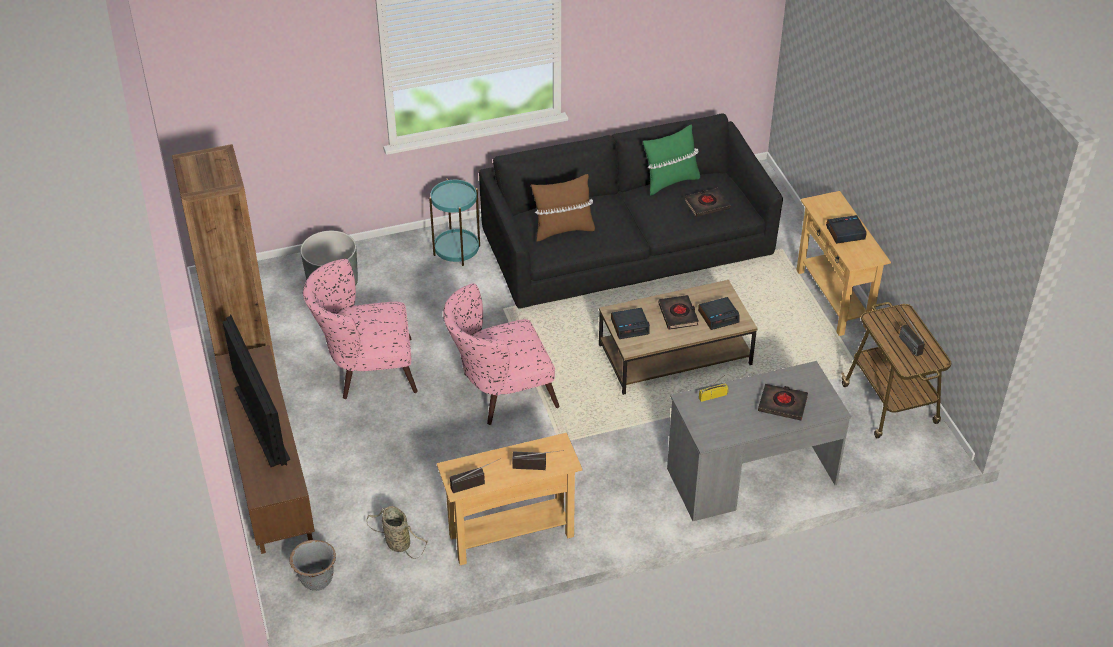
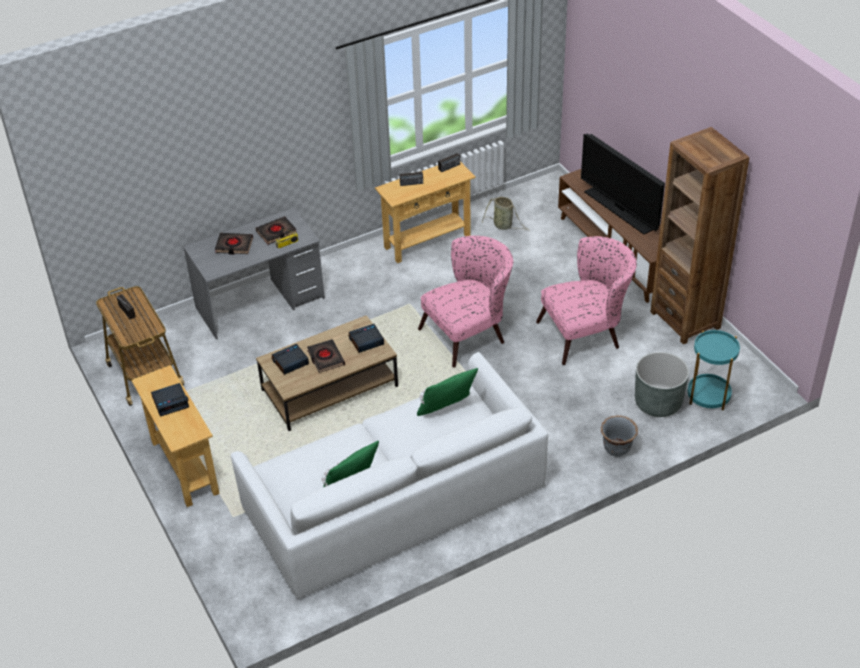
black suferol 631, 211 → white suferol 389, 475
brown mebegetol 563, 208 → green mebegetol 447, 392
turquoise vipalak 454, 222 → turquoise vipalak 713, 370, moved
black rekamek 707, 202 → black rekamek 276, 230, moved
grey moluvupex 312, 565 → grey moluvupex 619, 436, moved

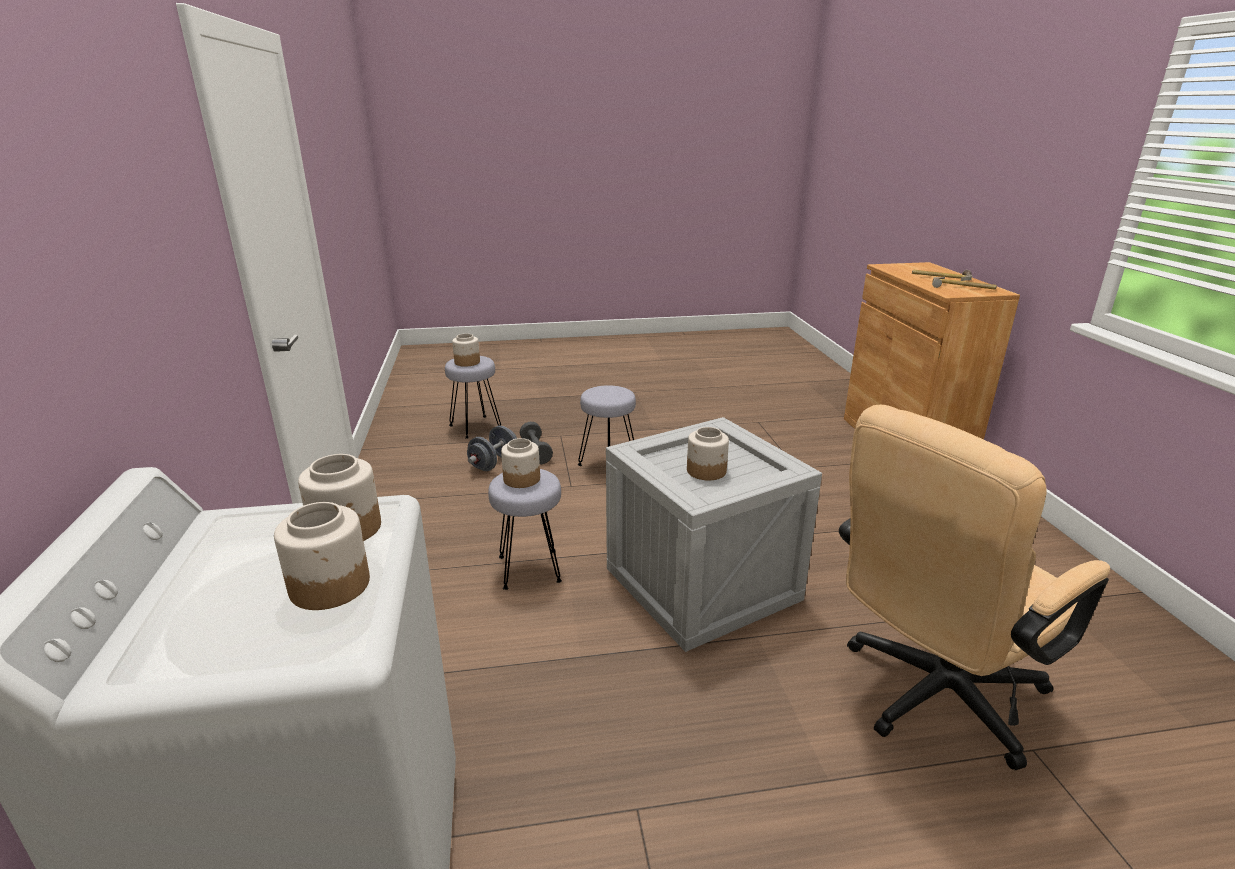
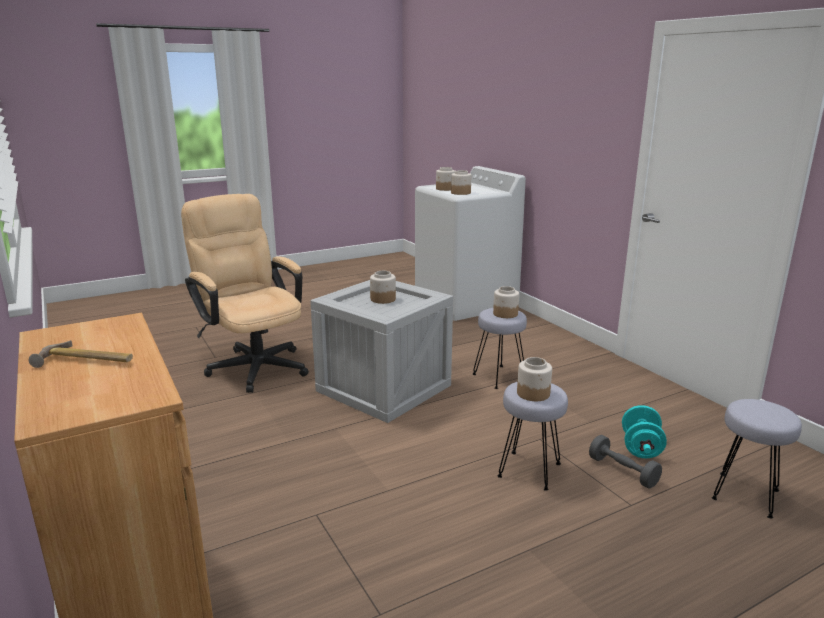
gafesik 964, 283 → -
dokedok 466, 350 → dokedok 534, 379, moved
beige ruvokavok 974, 587 → beige ruvokavok 245, 293, 75 degrees counterclockwise
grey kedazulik 492, 448 → turquoise kedazulik 644, 431

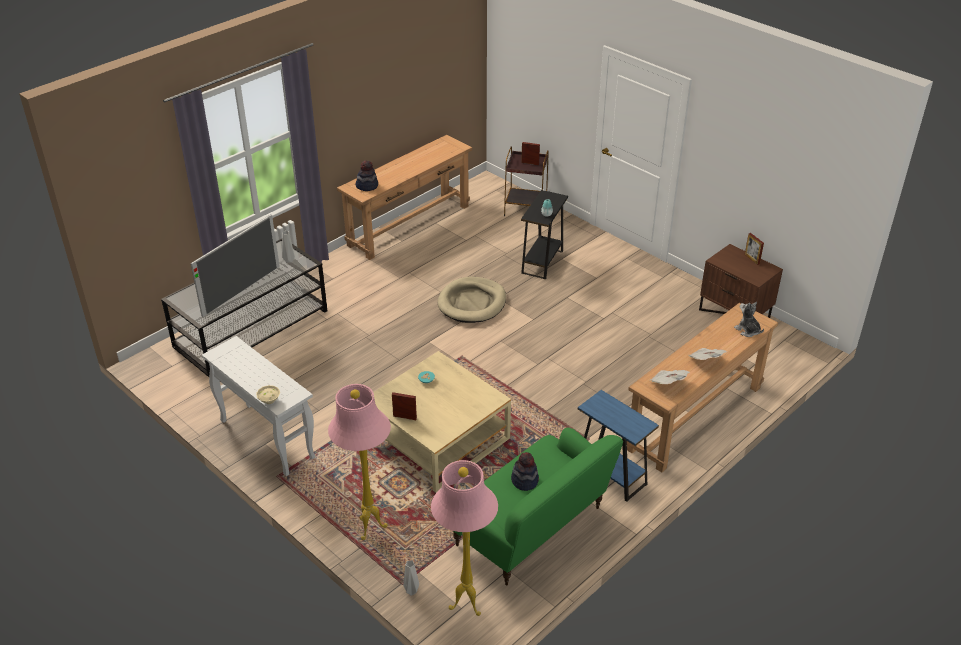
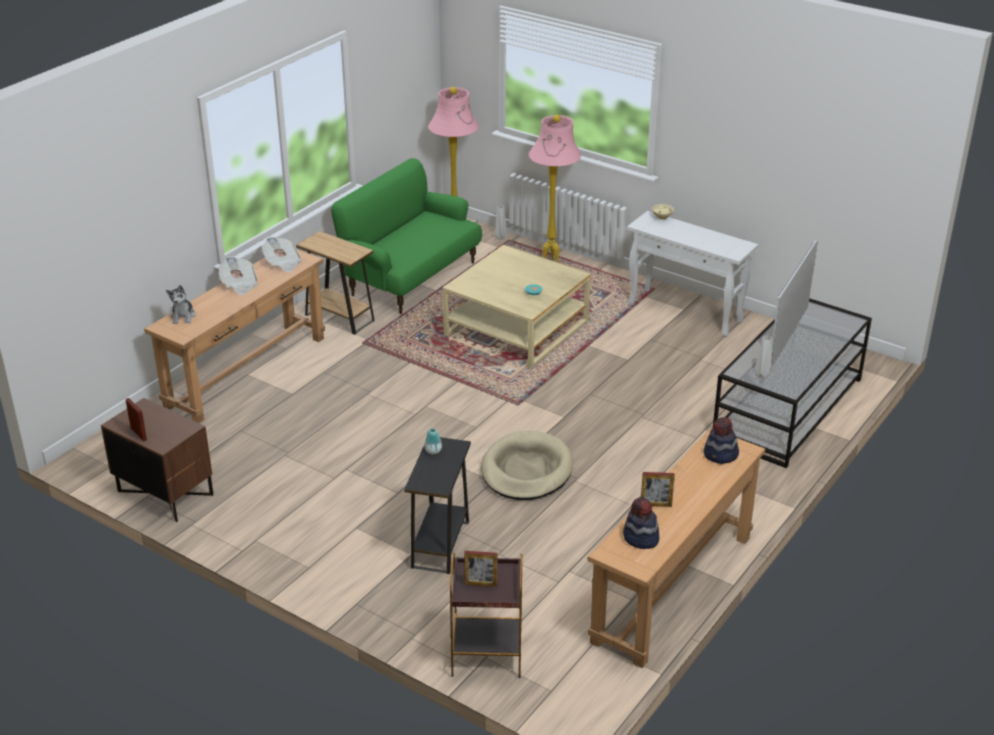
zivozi 749, 319 → zivozi 181, 304, 45 degrees clockwise
blue vipalak 618, 446 → brown vipalak 335, 283
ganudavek 404, 406 → ganudavek 658, 489, moved
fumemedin 525, 471 → fumemedin 641, 523, moved

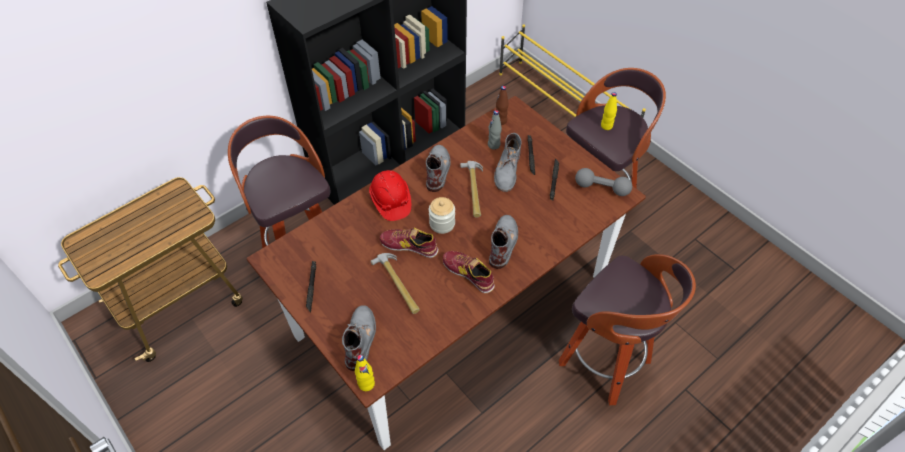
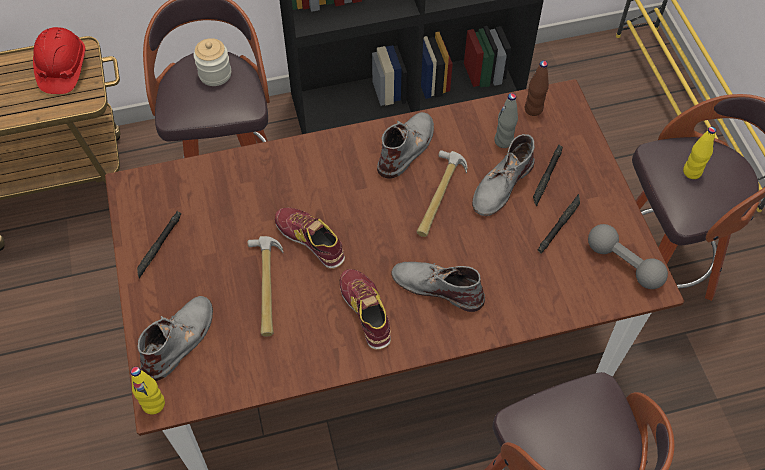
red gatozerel 390, 195 → red gatozerel 59, 60, moved
dokedok 442, 215 → dokedok 212, 62, moved
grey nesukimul 503, 242 → grey nesukimul 438, 287, 105 degrees counterclockwise

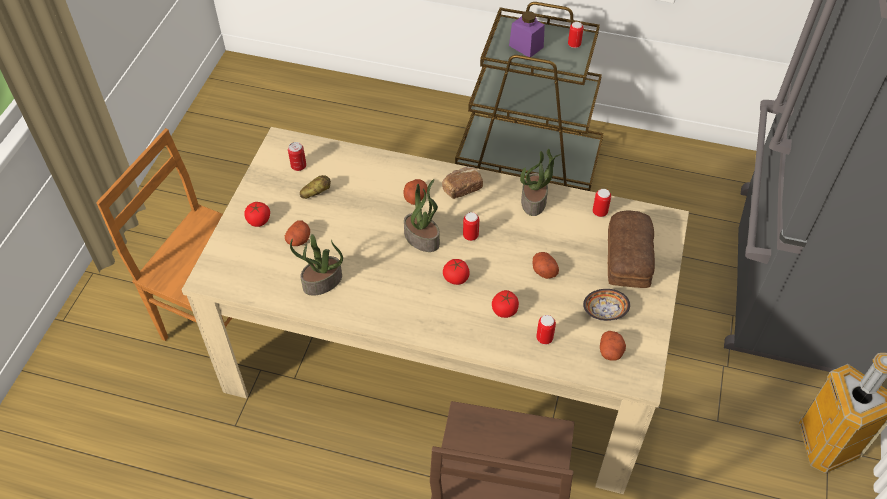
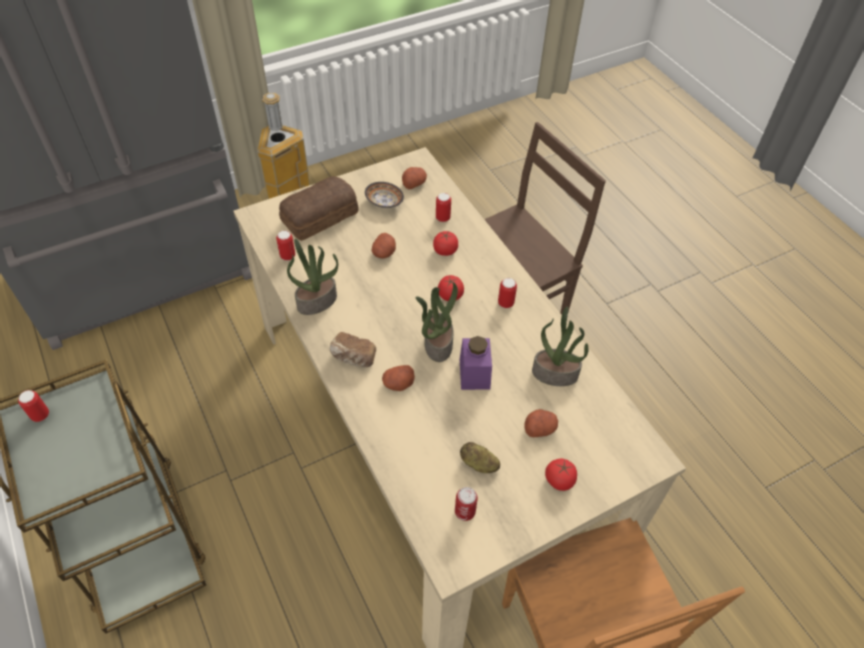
purple dokedok 527, 34 → purple dokedok 476, 363, moved
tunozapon 471, 226 → tunozapon 507, 293, moved

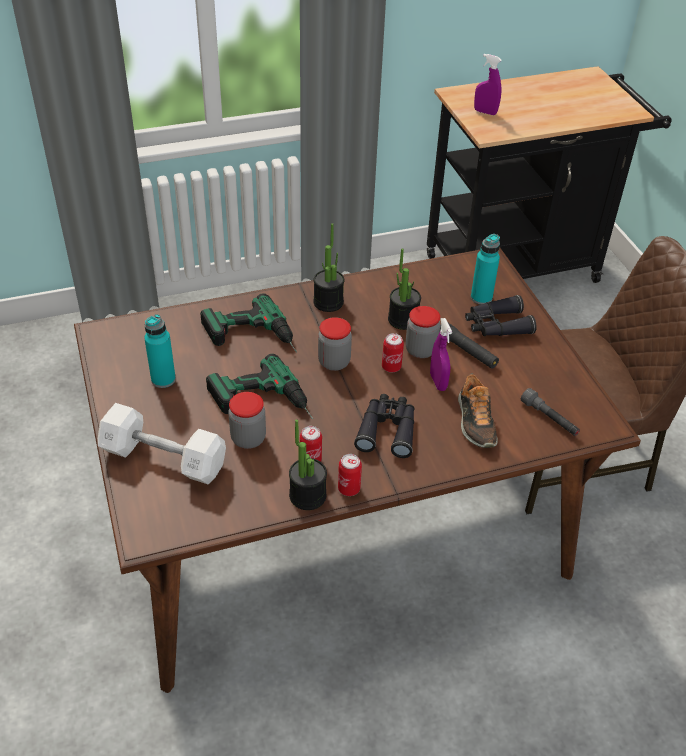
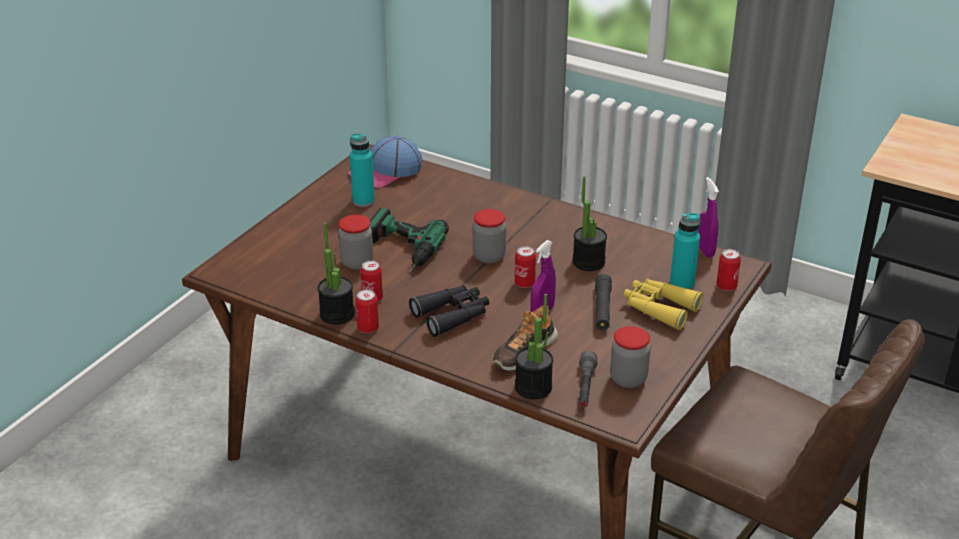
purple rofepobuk 488, 84 → purple rofepobuk 708, 217, moved
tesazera 328, 267 → tesazera 534, 346, moved
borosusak 248, 322 → -
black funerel 501, 315 → yellow funerel 663, 304
dokedok 423, 332 → dokedok 630, 357, moved
white kedazulik 162, 443 → -
- → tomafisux 385, 162
- → tunozapon 728, 270

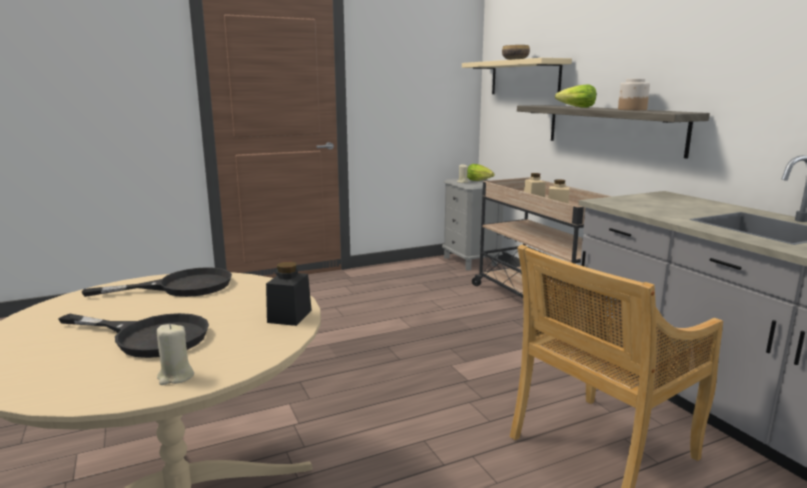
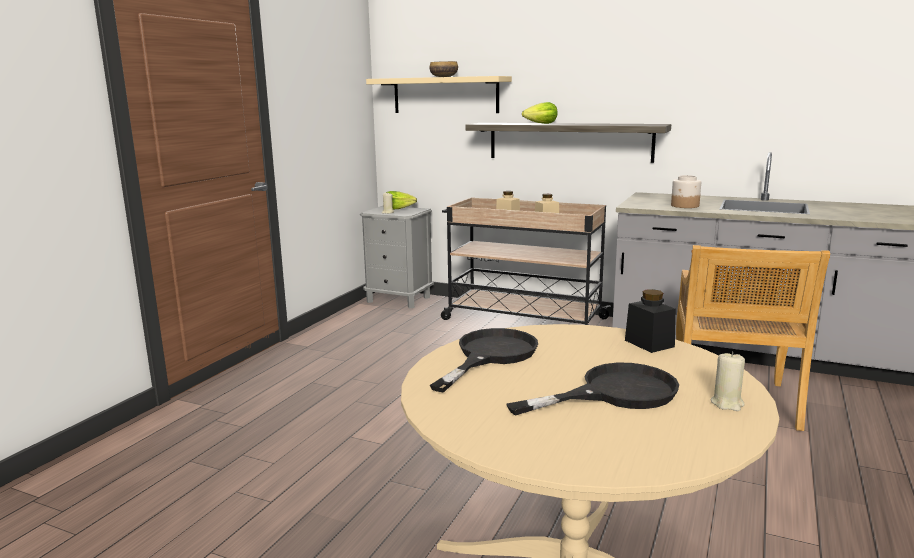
dokedok 634, 94 → dokedok 686, 191, moved

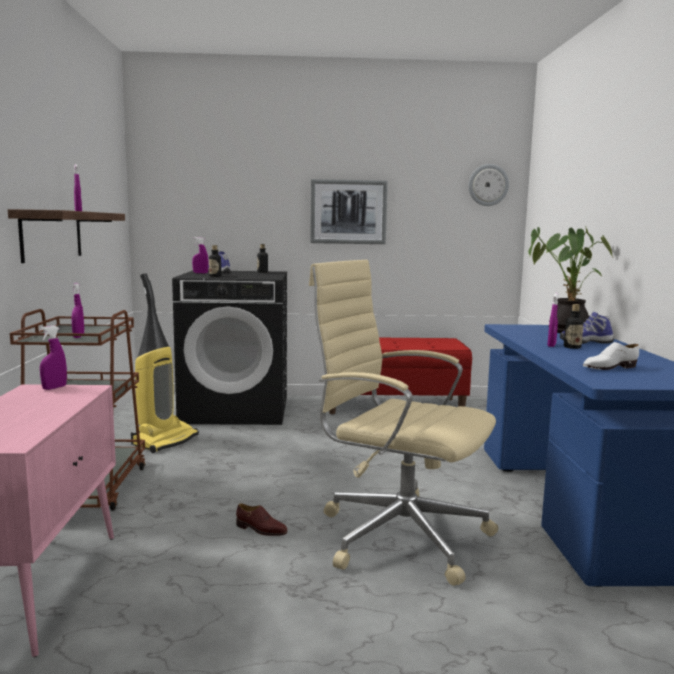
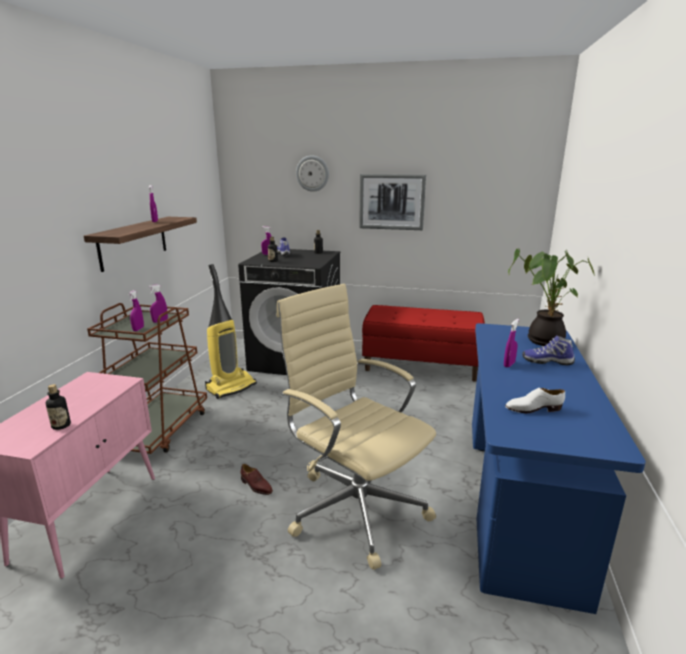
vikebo 488, 185 → vikebo 312, 173, moved
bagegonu 574, 326 → bagegonu 58, 407, moved
purple rofepobuk 53, 357 → purple rofepobuk 158, 303, moved

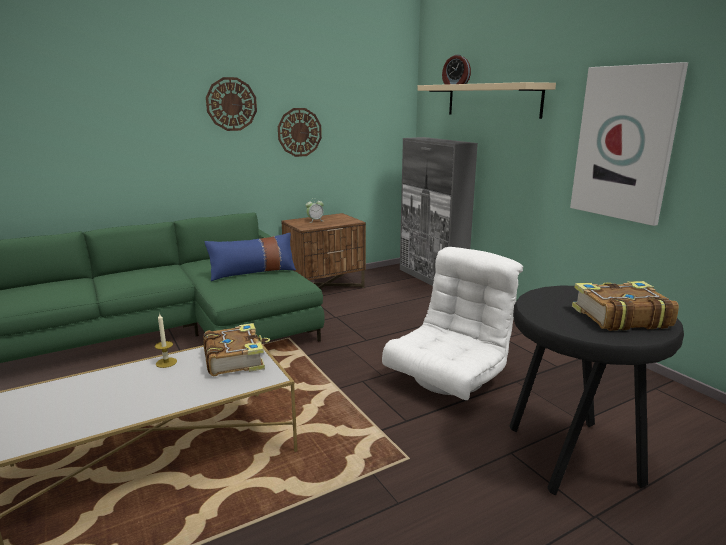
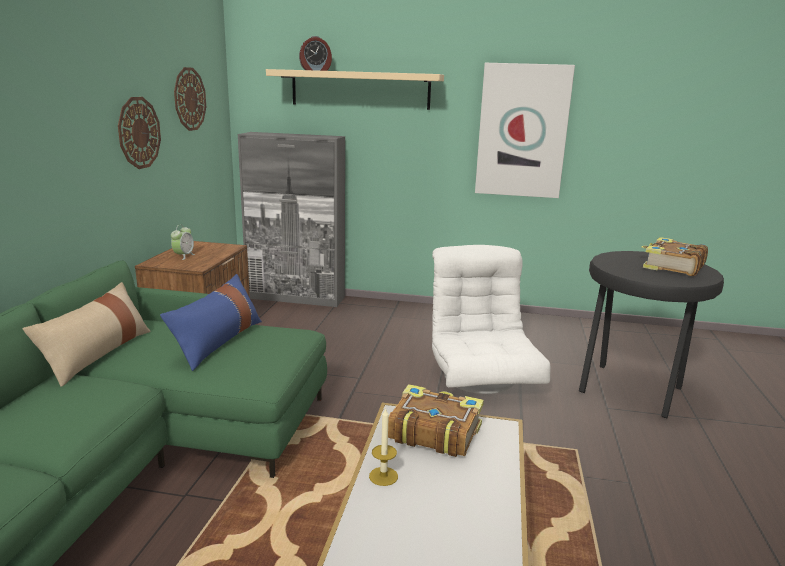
vikebo 231, 104 → vikebo 190, 99, moved
- → beige mebegetol 87, 334

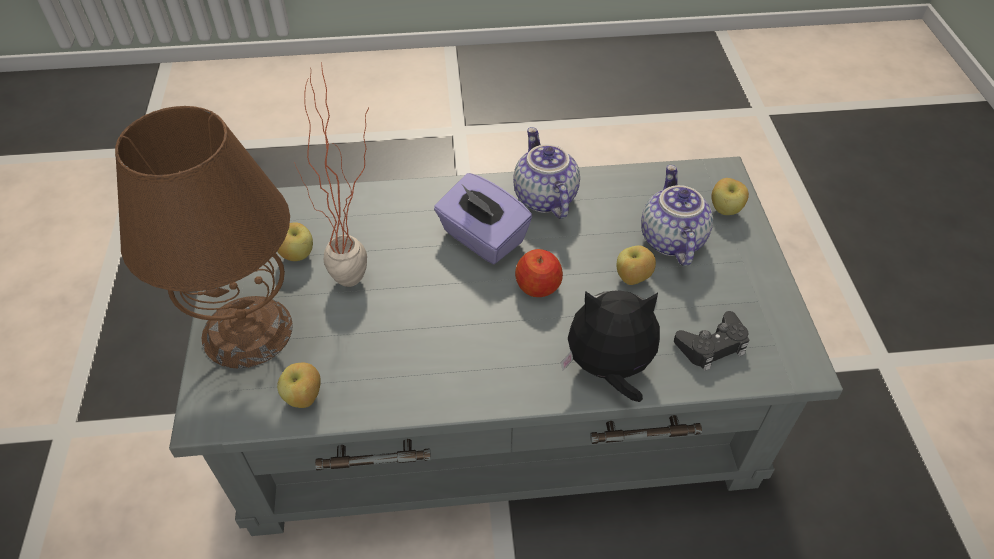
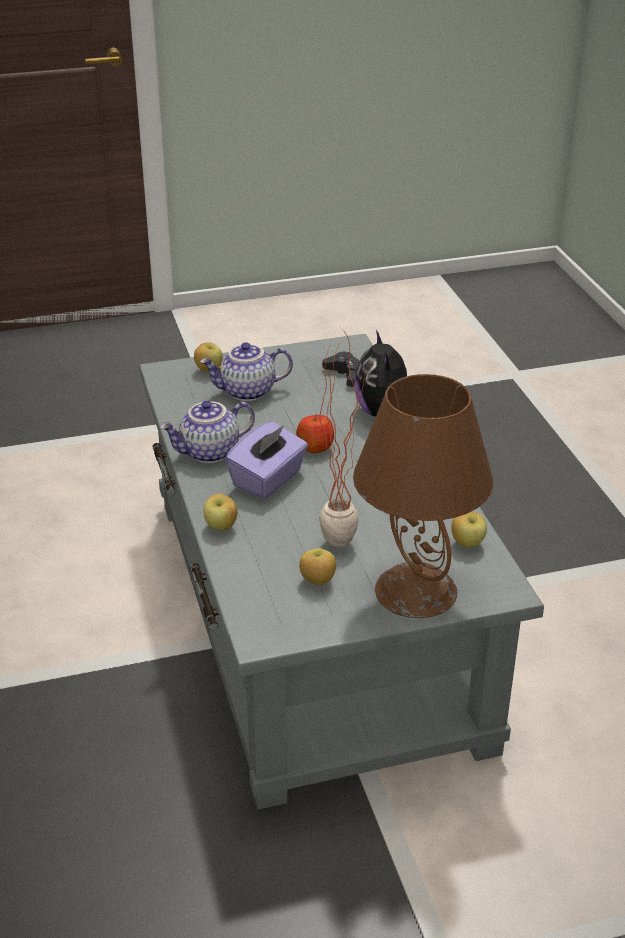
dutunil 636, 265 → dutunil 220, 512, moved

